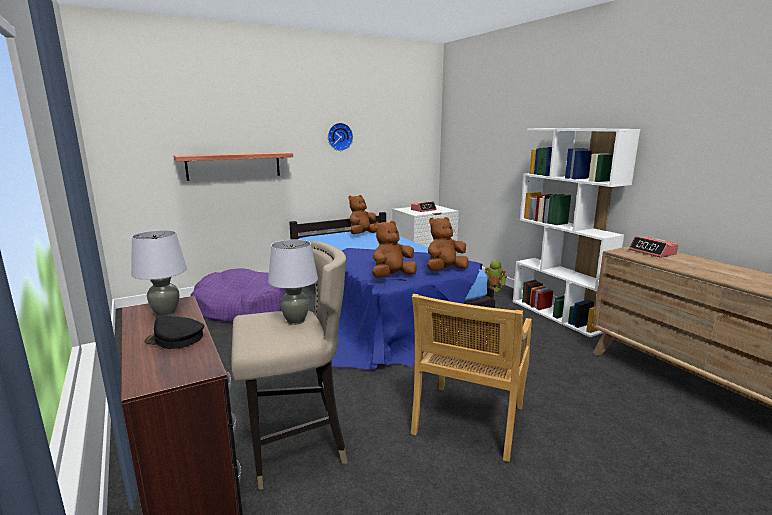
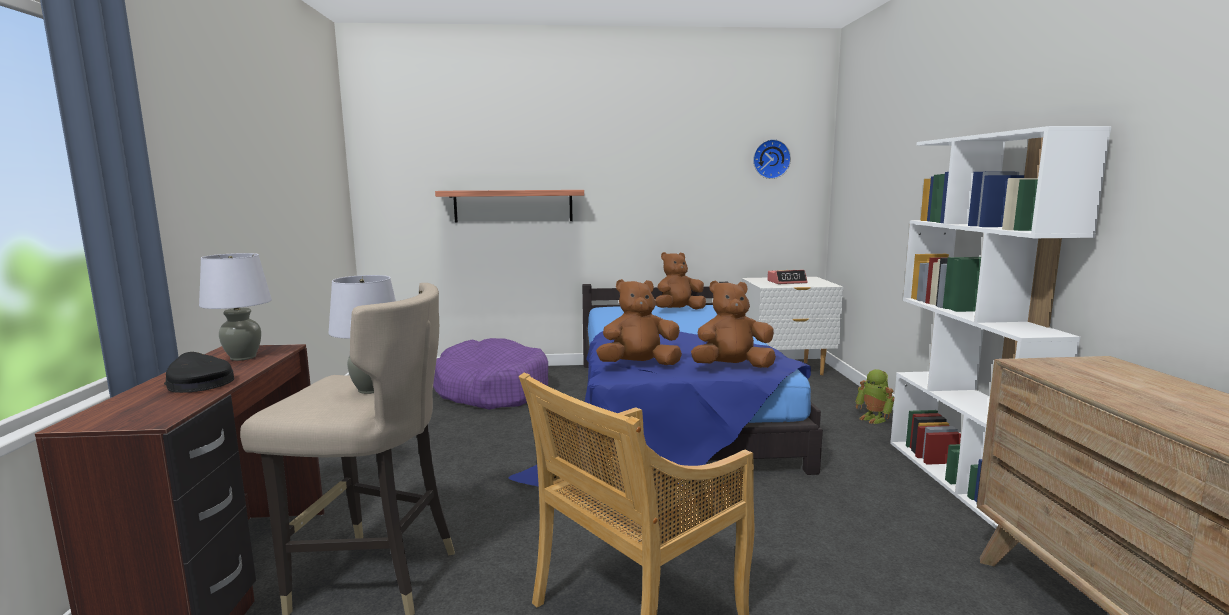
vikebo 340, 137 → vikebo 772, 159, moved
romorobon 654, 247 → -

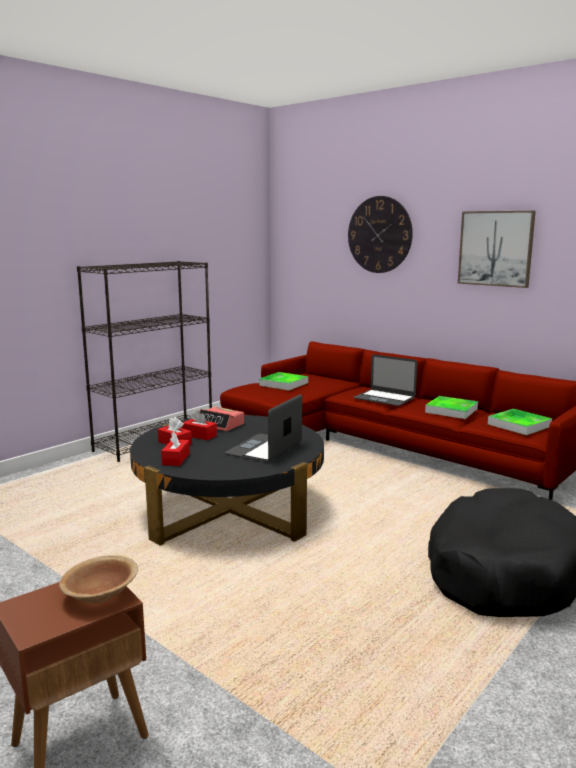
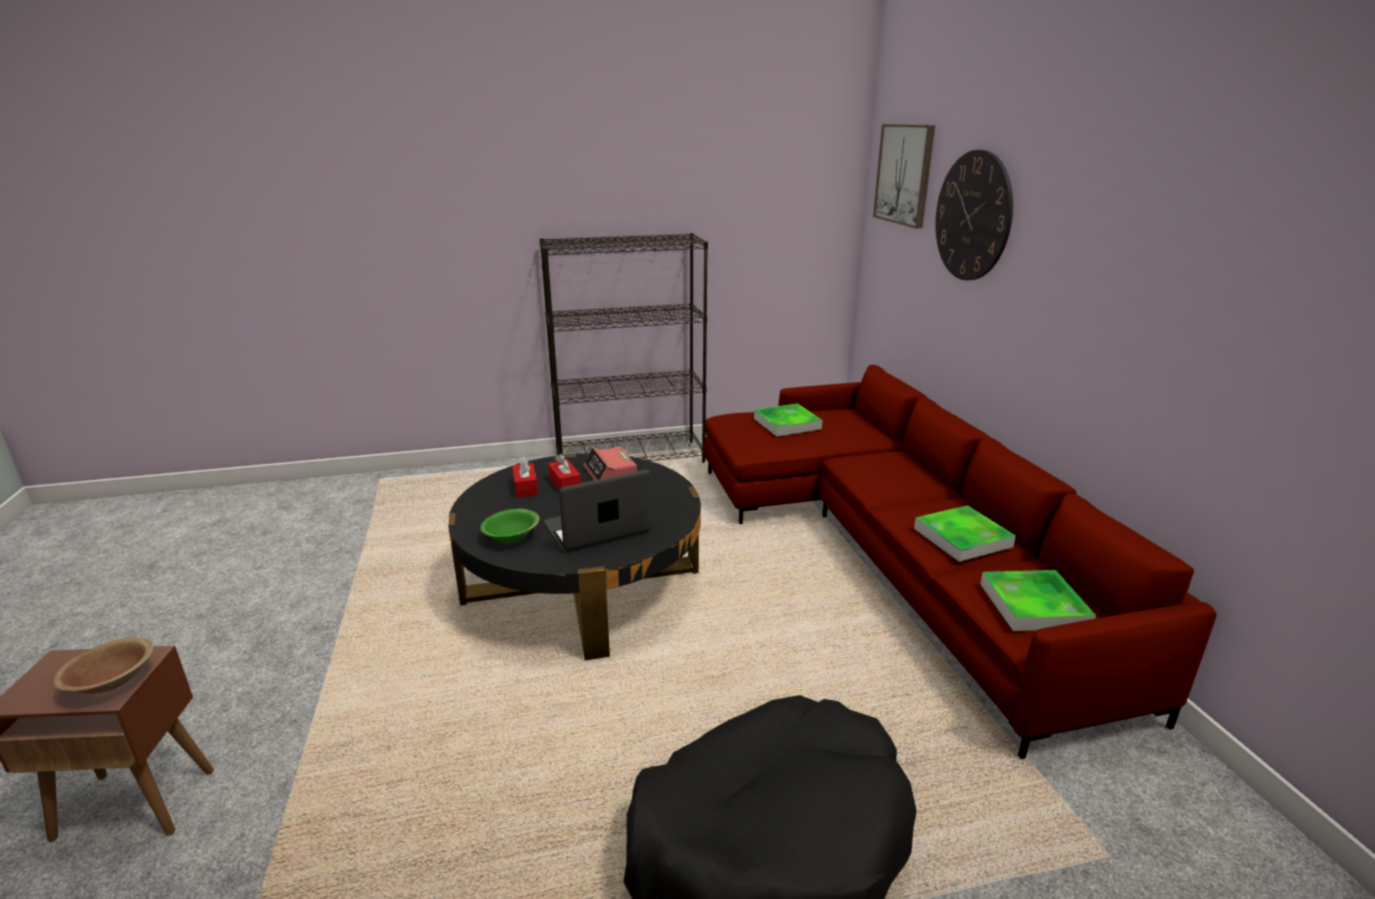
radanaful 497, 249 → radanaful 904, 176, moved
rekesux 386, 380 → -
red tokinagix 175, 448 → -
- → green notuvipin 510, 526

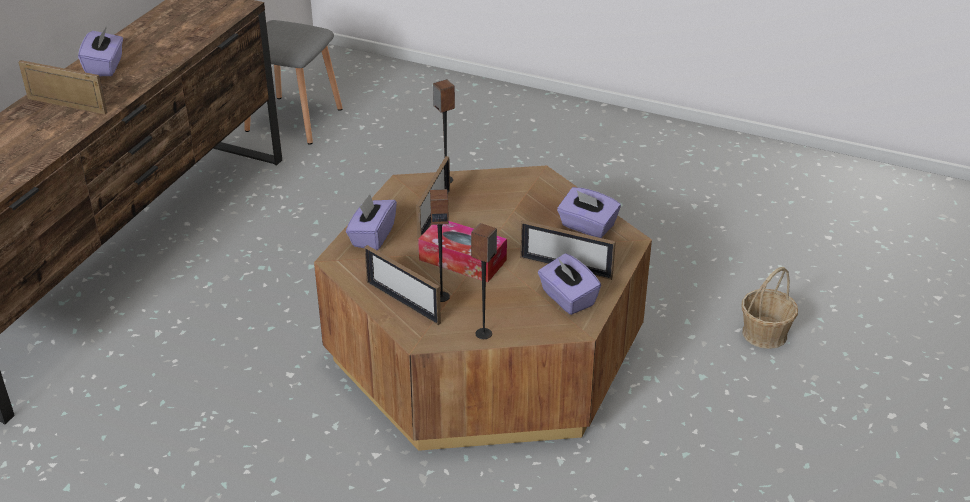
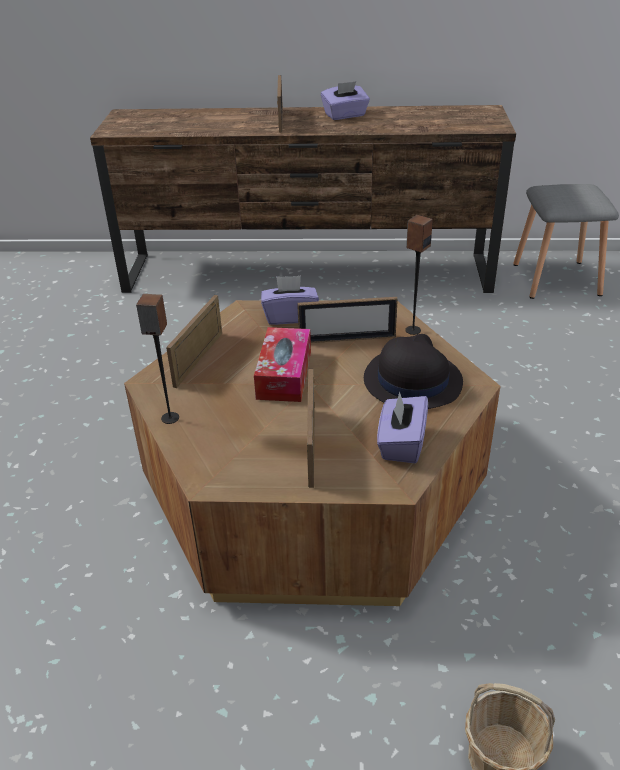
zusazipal 440, 245 → -
purple tokinagix 569, 284 → -
- → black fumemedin 413, 371

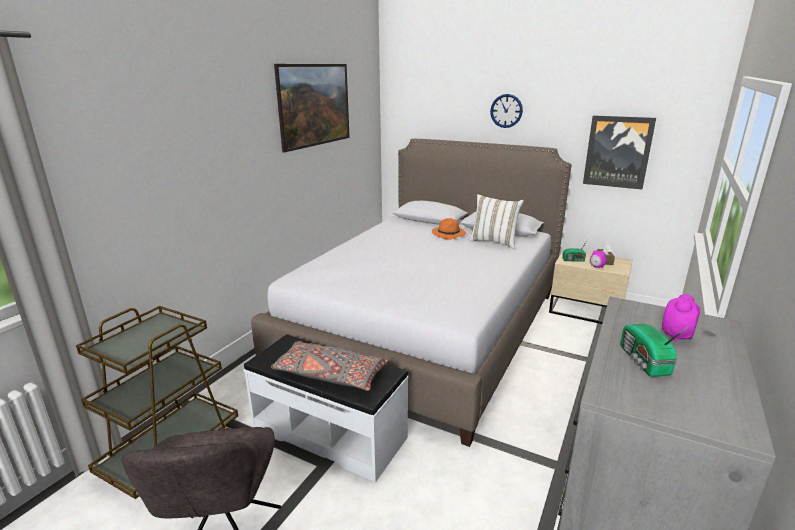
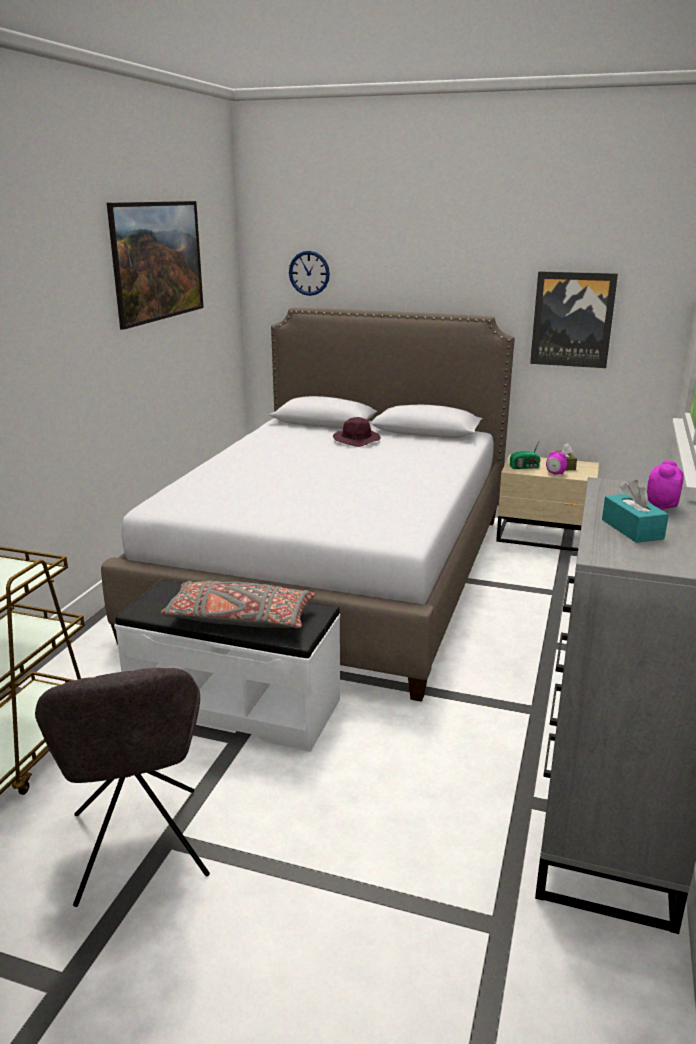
vikebo 506, 111 → vikebo 309, 273, moved
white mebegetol 496, 221 → -
orange fumemedin 449, 229 → purple fumemedin 357, 432
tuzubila 655, 350 → turquoise tokinagix 635, 511

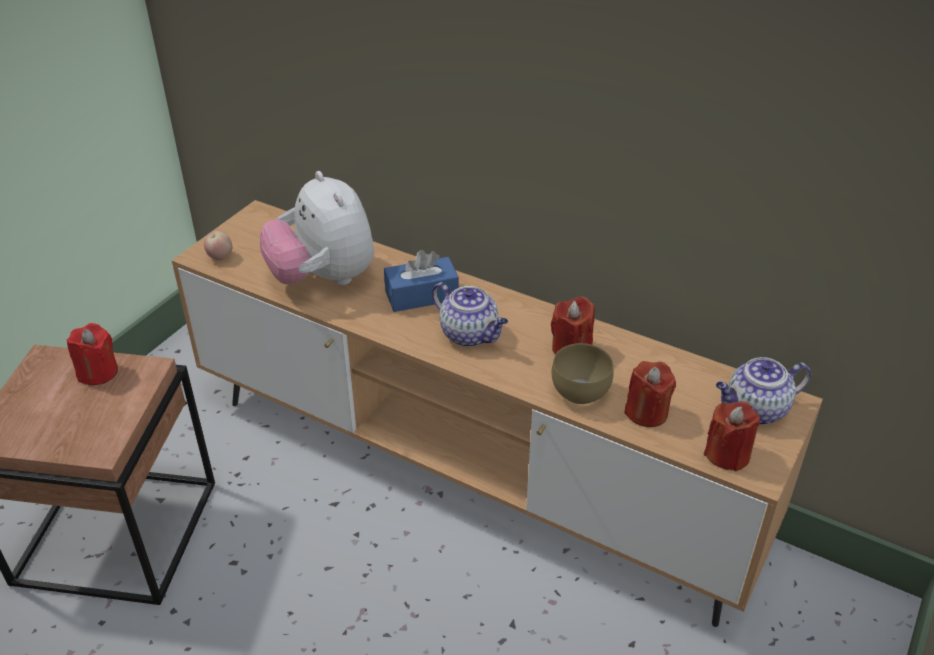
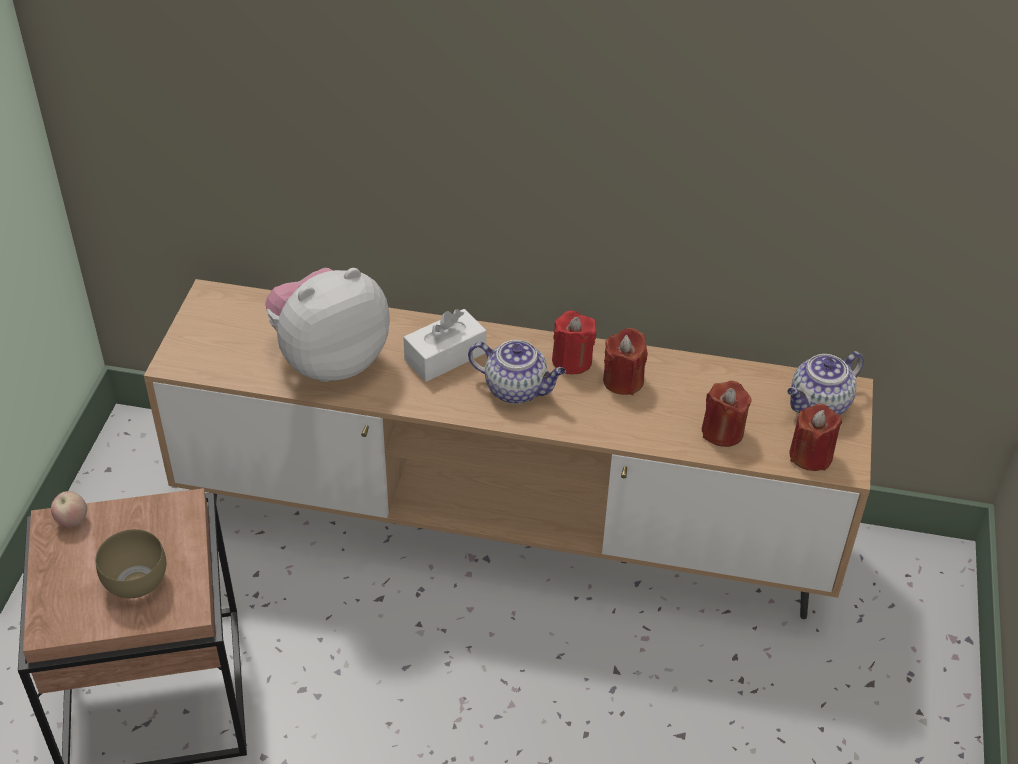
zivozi 317, 228 → zivozi 327, 325, 105 degrees clockwise
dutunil 218, 245 → dutunil 69, 509, moved
blue tokinagix 421, 281 → white tokinagix 444, 345
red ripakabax 92, 354 → red ripakabax 574, 342, moved
brown notuvipin 583, 373 → brown notuvipin 130, 563, moved

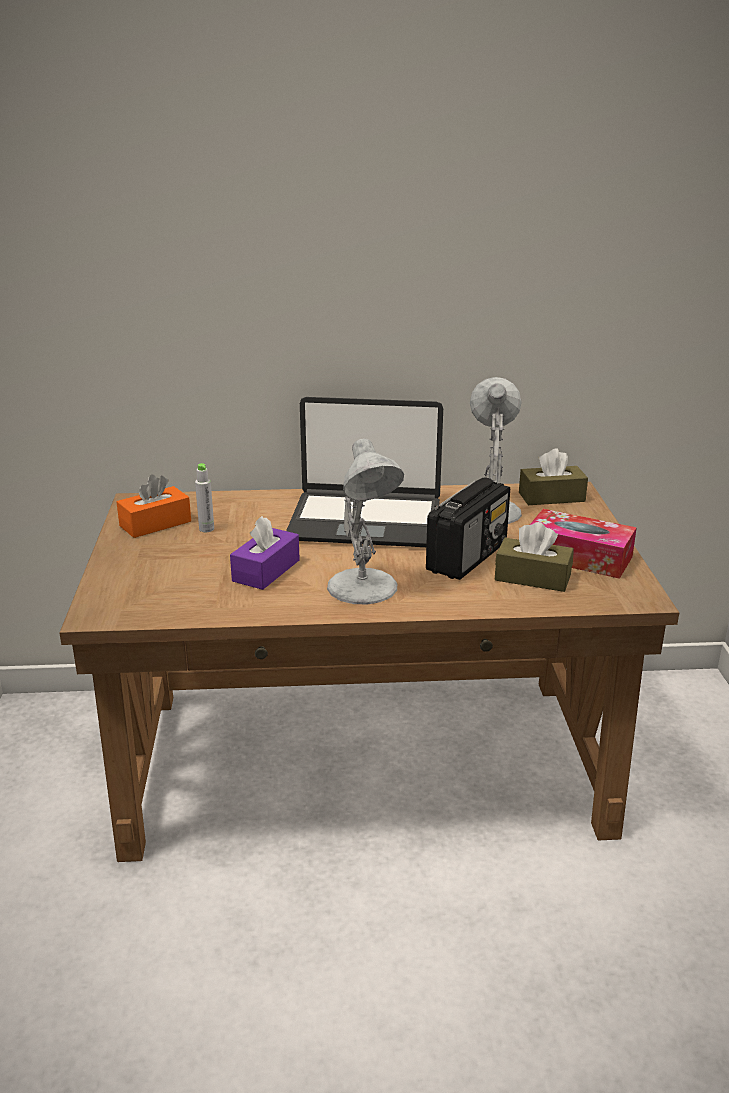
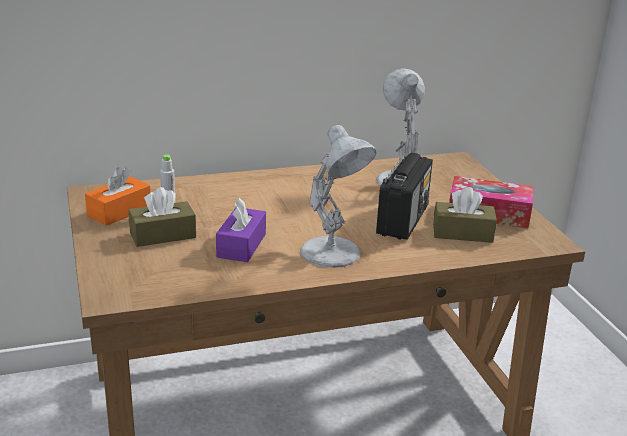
rekesux 364, 472 → -
brown tokinagix 553, 476 → brown tokinagix 162, 217, moved

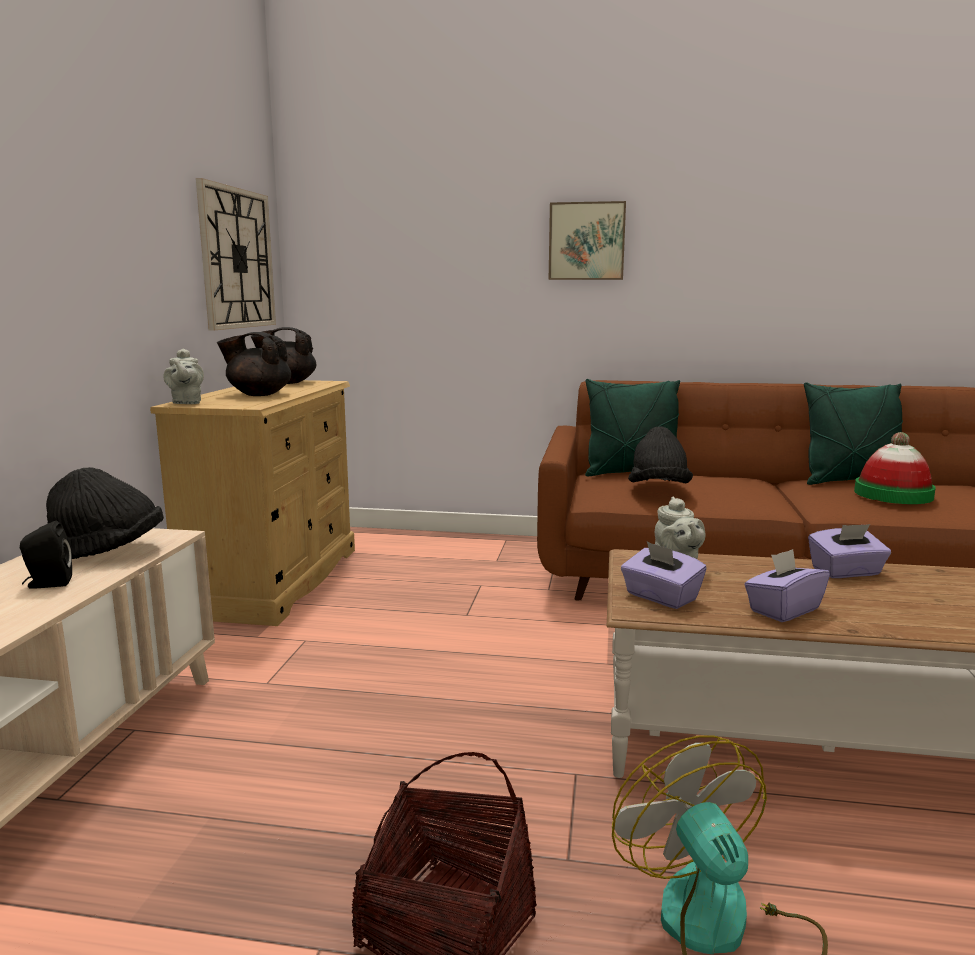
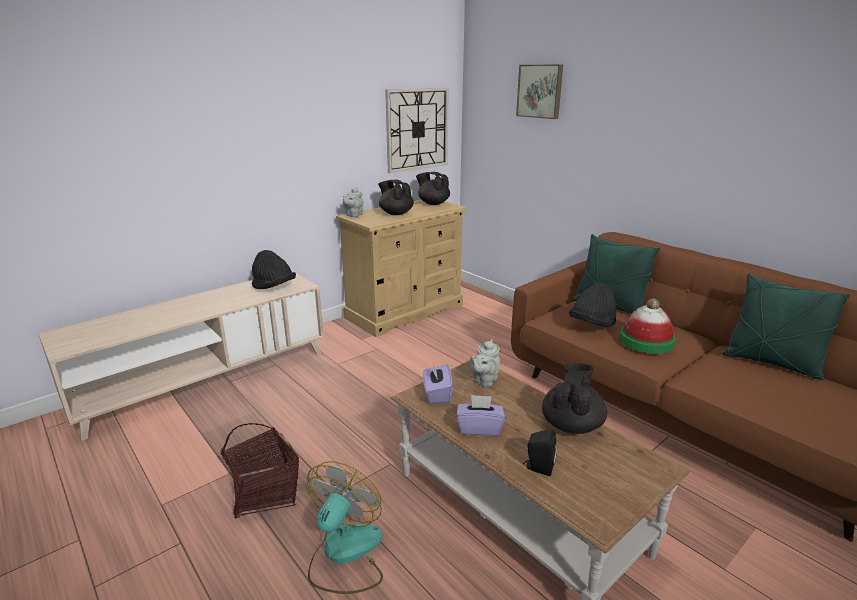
radanaful 587, 240 → radanaful 539, 92, moved
fumemedin 895, 468 → fumemedin 647, 326, moved
black zusazipal 46, 555 → black zusazipal 540, 453, moved
purple tokinagix 849, 551 → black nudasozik 574, 398

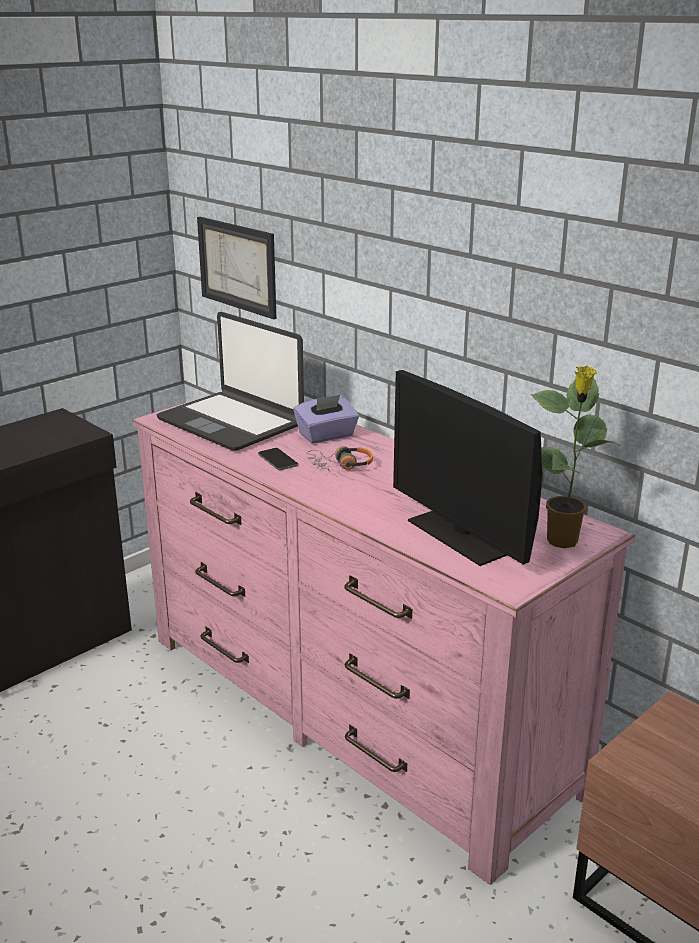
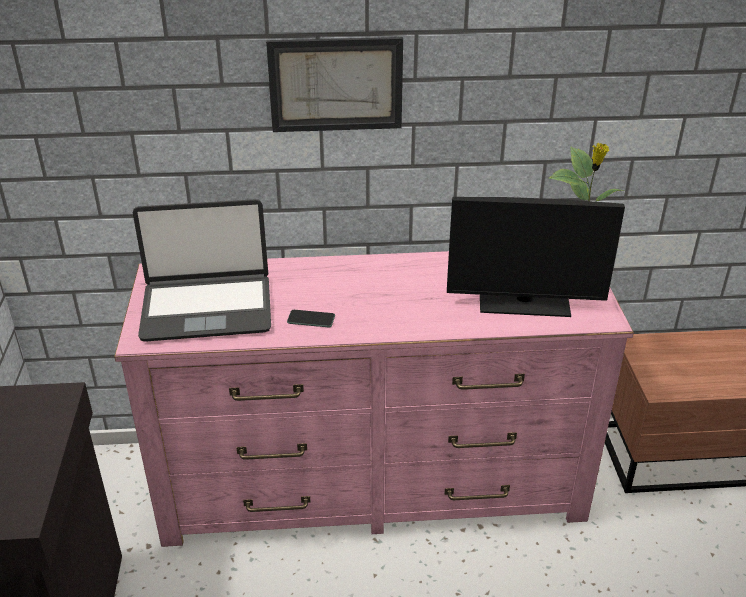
radanaful 236, 268 → radanaful 334, 84, moved
purple tokinagix 326, 419 → -
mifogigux 340, 459 → -

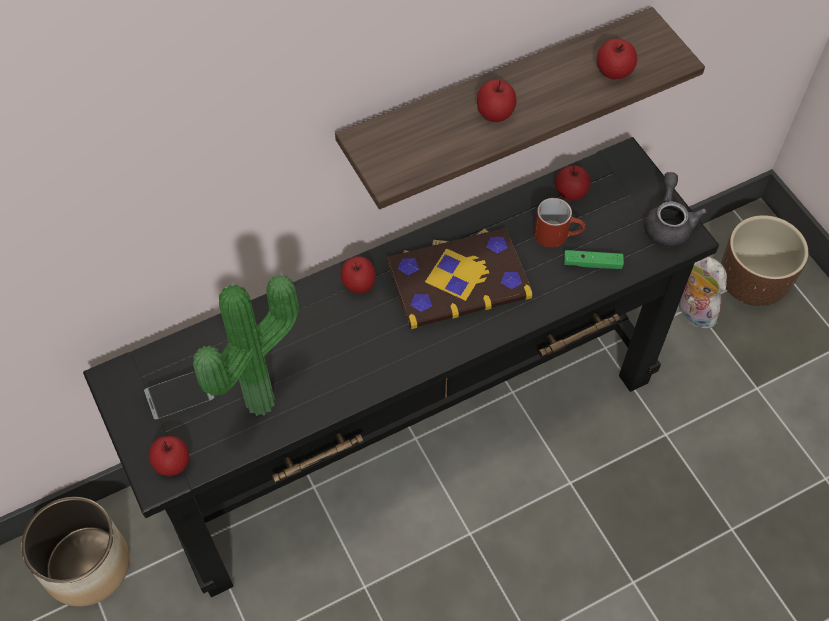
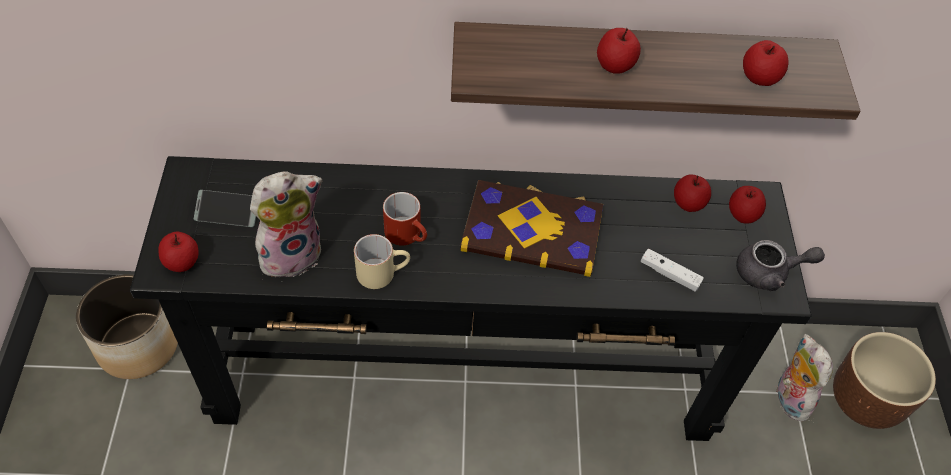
grey nudasozik 676, 210 → grey nudasozik 780, 265, 60 degrees clockwise
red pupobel 559, 223 → red pupobel 405, 219, moved
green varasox 594, 259 → white varasox 672, 270
dutunil 358, 275 → dutunil 747, 205, moved
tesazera 246, 345 → zivozi 286, 227
- → beige pupobel 382, 261

